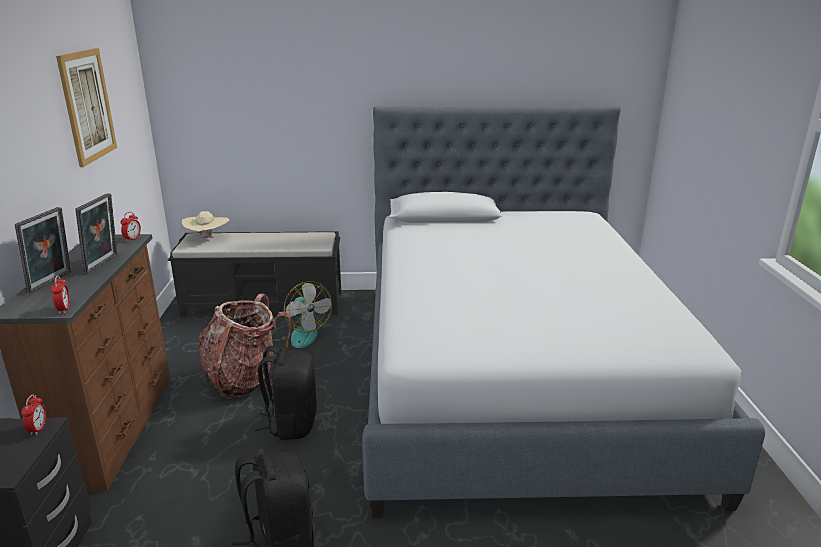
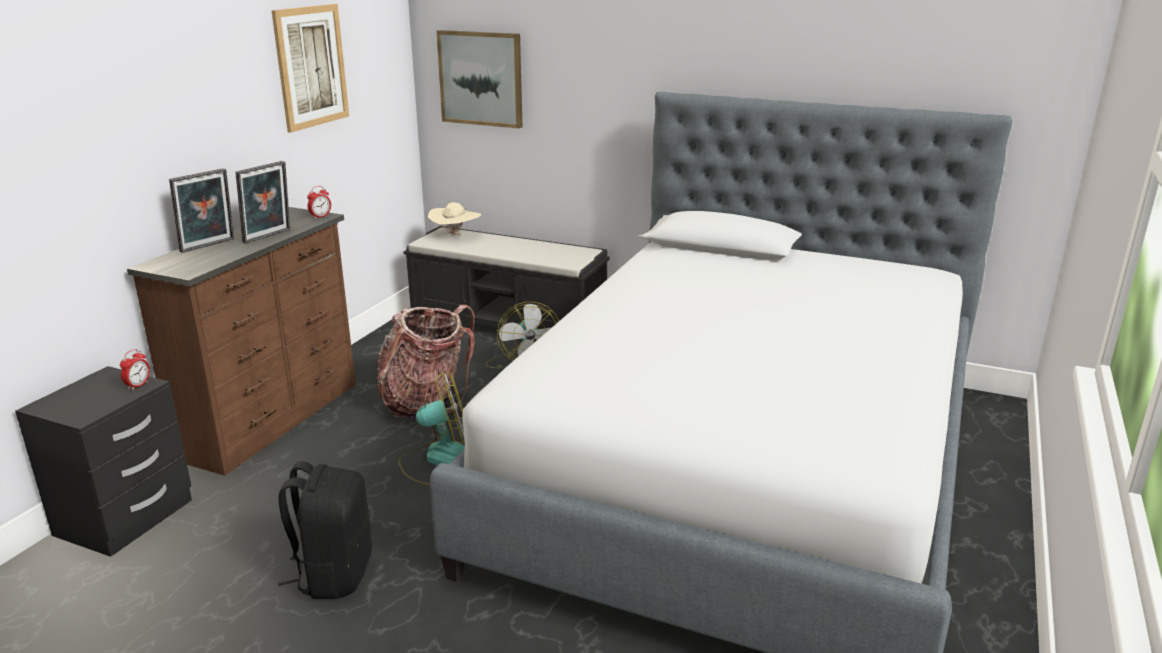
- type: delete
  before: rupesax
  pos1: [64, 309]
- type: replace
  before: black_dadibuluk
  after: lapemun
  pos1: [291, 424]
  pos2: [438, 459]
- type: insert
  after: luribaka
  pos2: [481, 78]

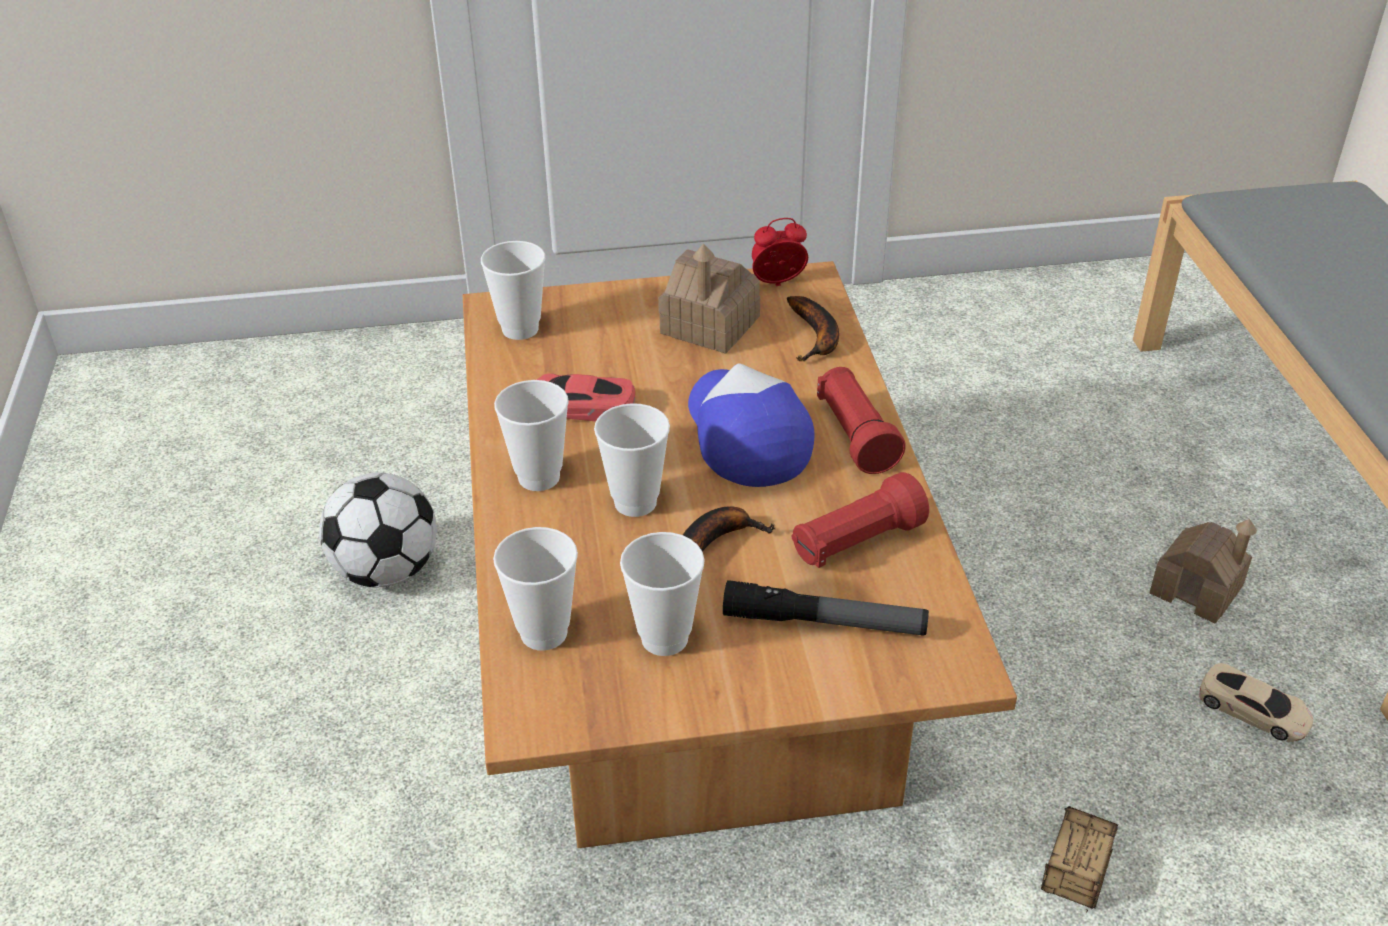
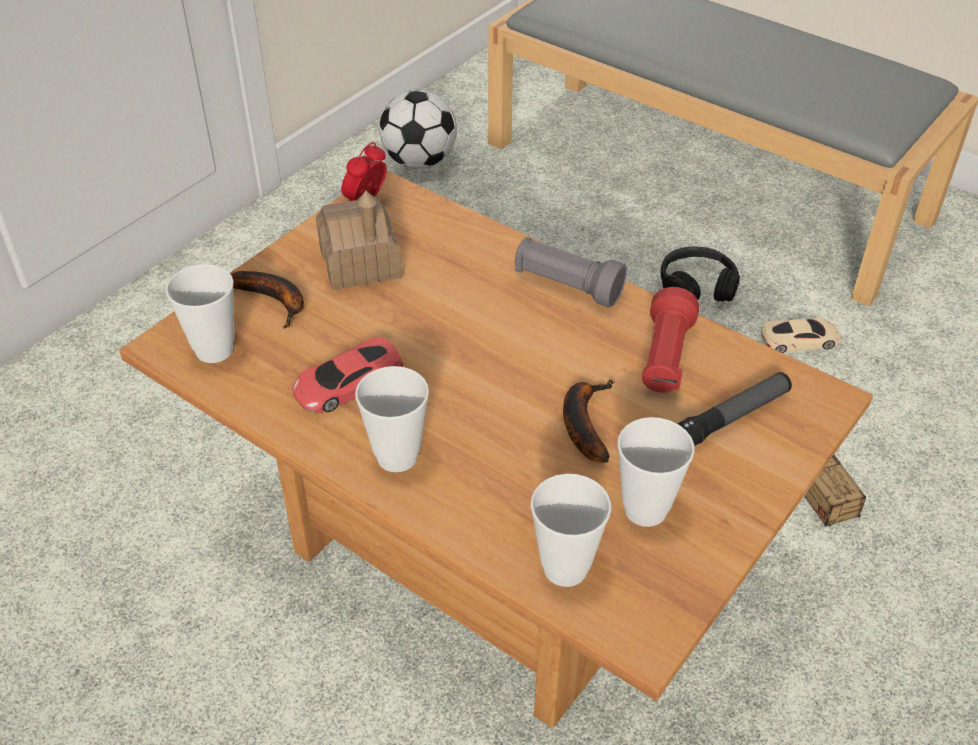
- type: move
  before: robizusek
  pos1: [816, 337]
  pos2: [274, 300]
- type: delete
  before: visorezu
  pos1: [745, 435]
- type: recolor
  before: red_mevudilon
  after: grey_mevudilon
  pos1: [855, 436]
  pos2: [567, 286]
- type: delete
  before: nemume
  pos1: [635, 502]
- type: move
  before: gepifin
  pos1: [386, 571]
  pos2: [419, 162]
- type: replace
  before: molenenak
  after: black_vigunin
  pos1: [1197, 589]
  pos2: [697, 286]

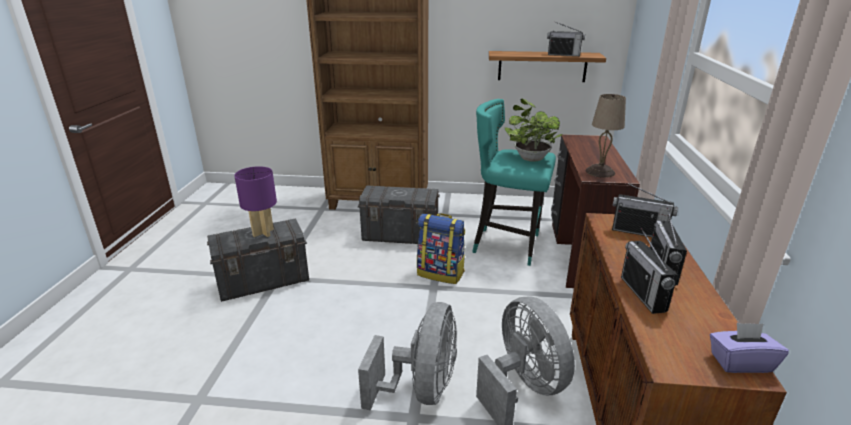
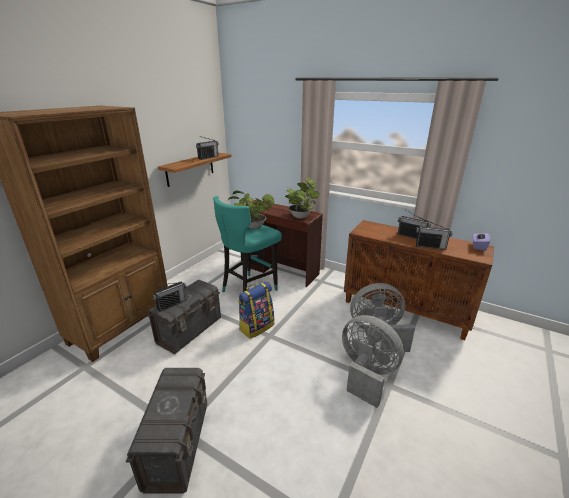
- type: replace
  before: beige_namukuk
  after: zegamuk
  pos1: [599, 171]
  pos2: [301, 216]
- type: delete
  before: purple_namukuk
  pos1: [263, 233]
- type: move
  before: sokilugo
  pos1: [638, 232]
  pos2: [172, 304]

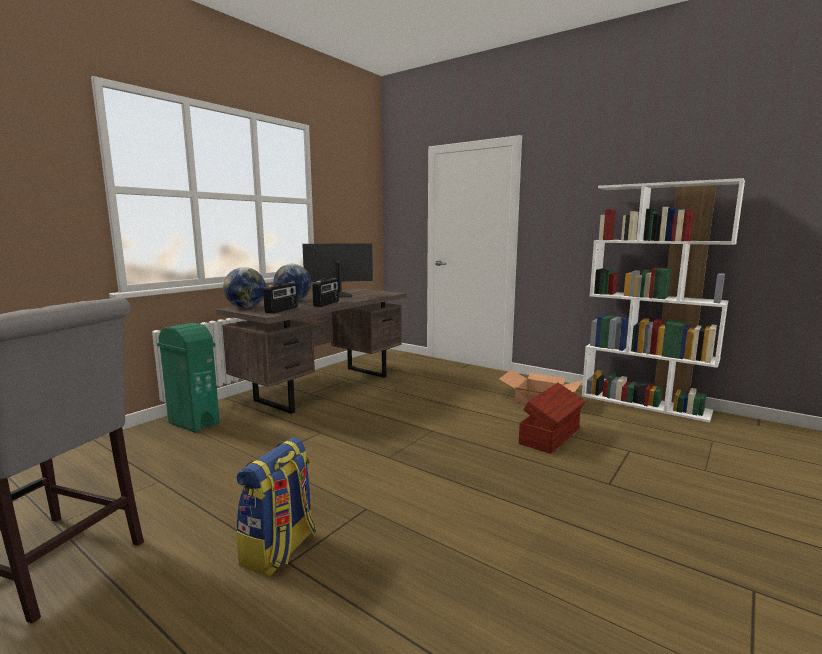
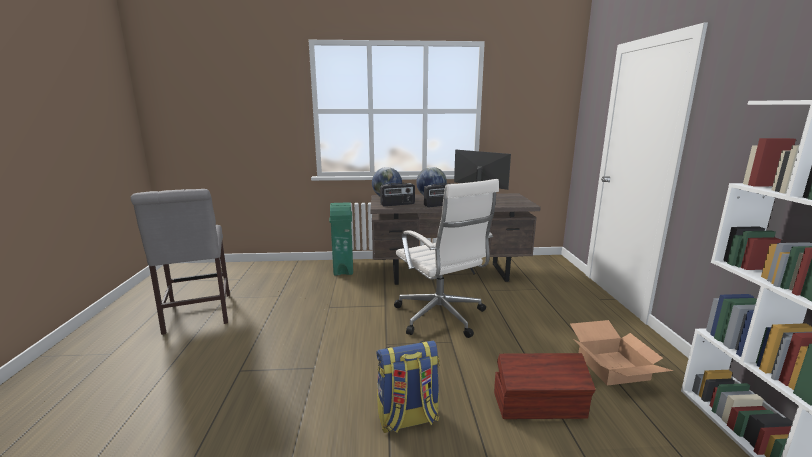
- type: move
  before: dadibuluk
  pos1: [280, 550]
  pos2: [407, 419]
- type: insert
  after: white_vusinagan
  pos2: [441, 317]

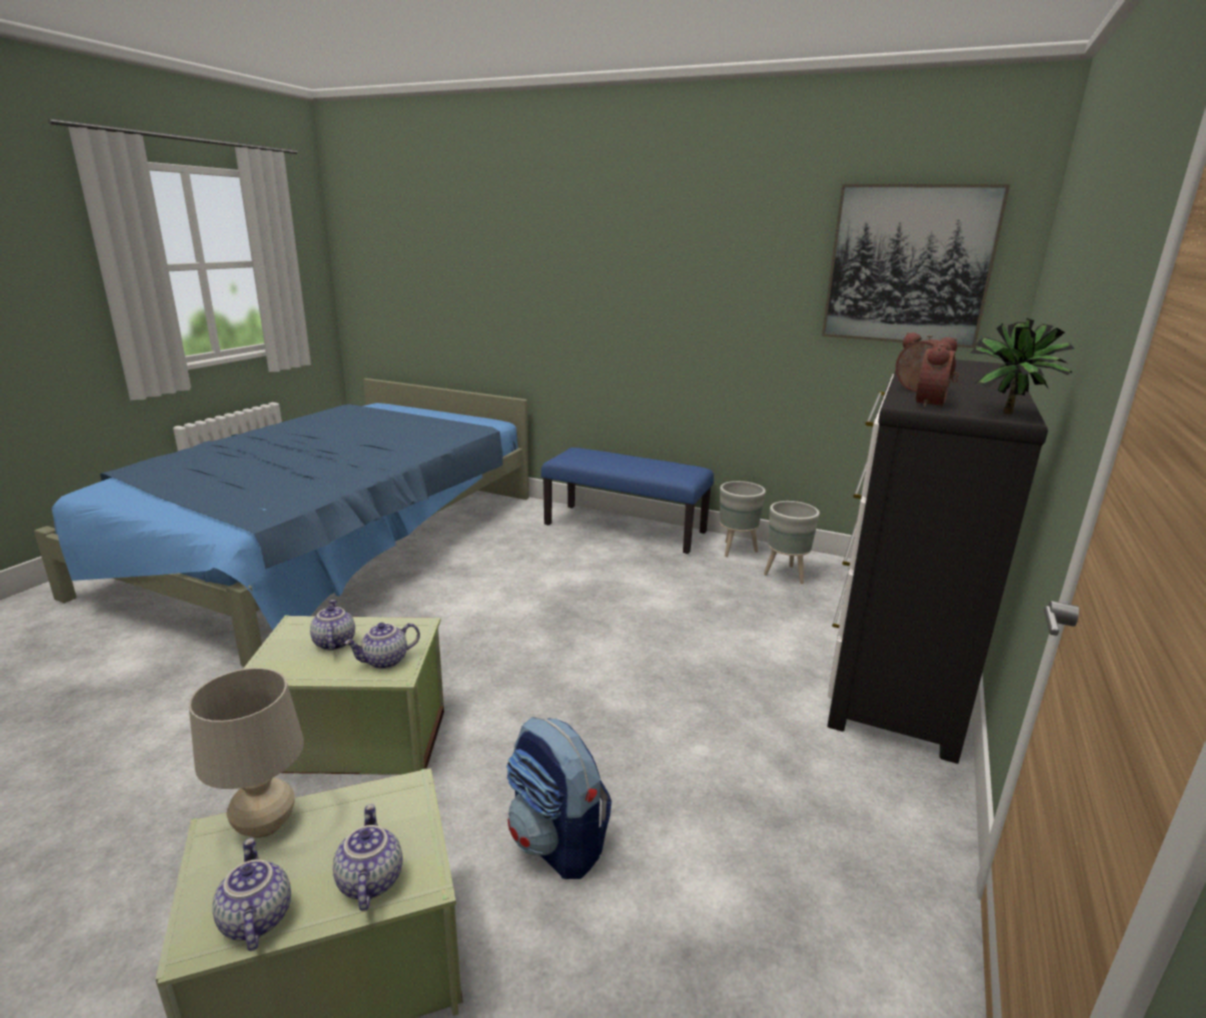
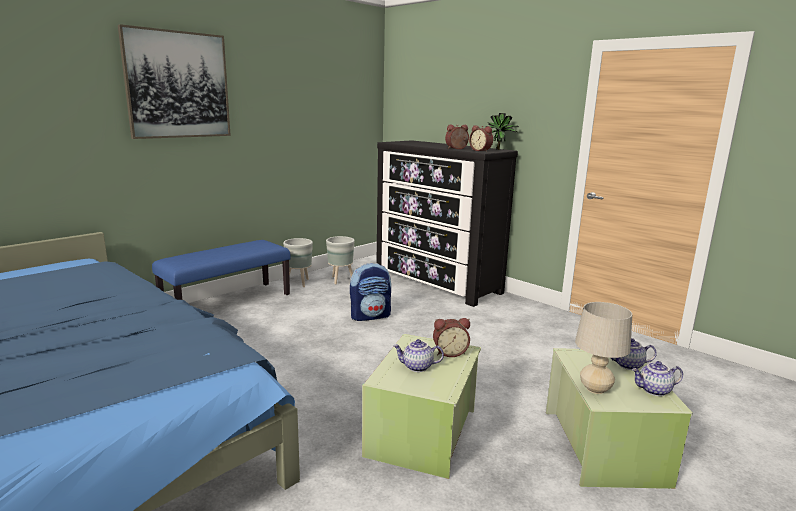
- type: move
  before: luribaka
  pos1: [909, 265]
  pos2: [178, 85]
- type: replace
  before: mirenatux
  after: rupesax
  pos1: [385, 661]
  pos2: [449, 352]
- type: move
  before: dadibuluk
  pos1: [557, 842]
  pos2: [370, 316]

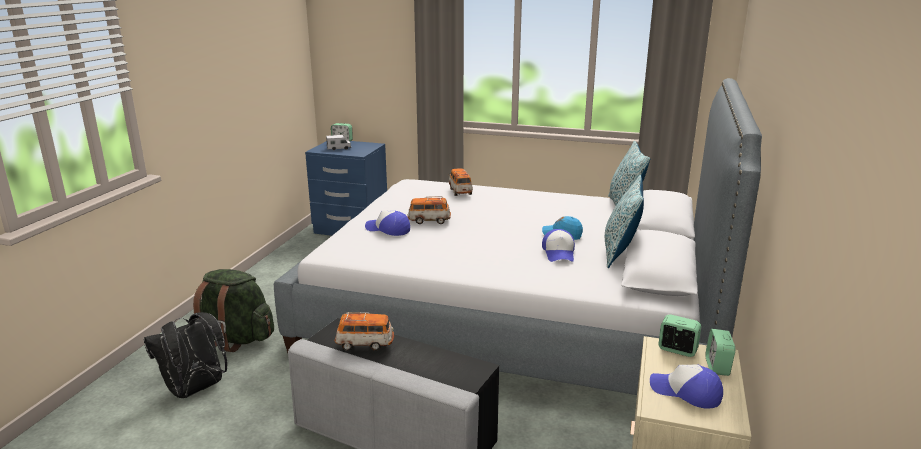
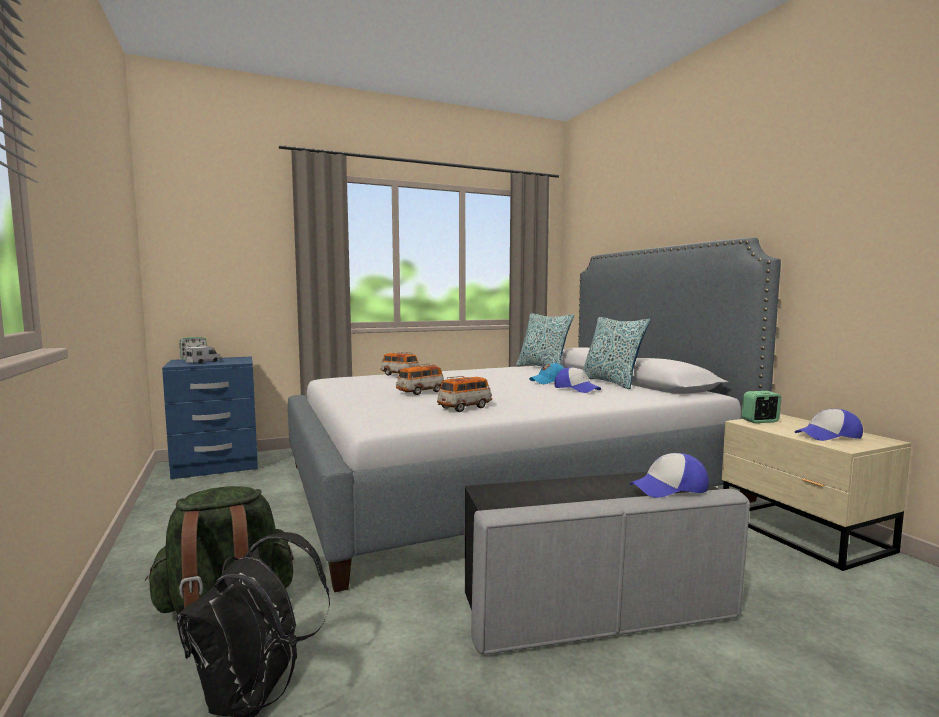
- type: move
  before: visorezu
  pos1: [388, 229]
  pos2: [669, 488]
- type: move
  before: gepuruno
  pos1: [365, 344]
  pos2: [465, 407]
- type: delete
  before: rupesax
  pos1: [717, 367]

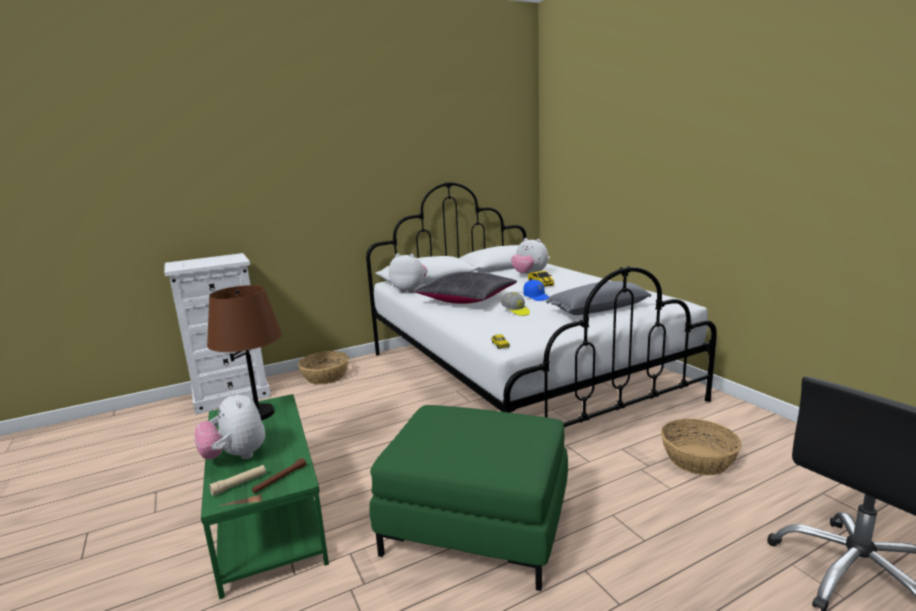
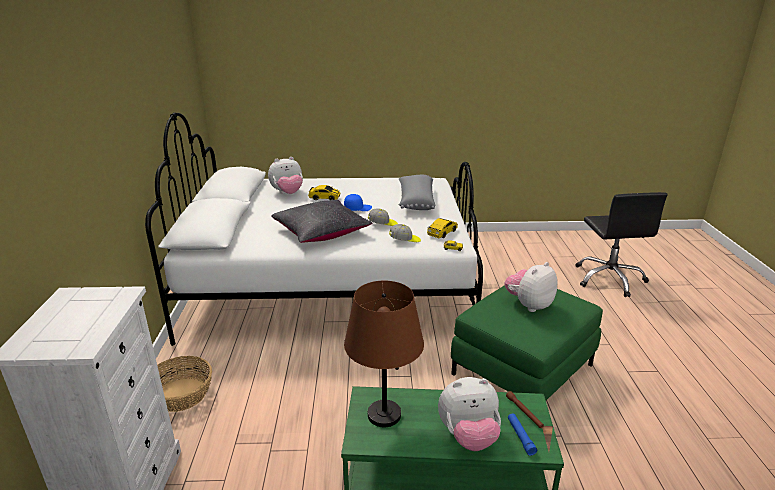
- type: move
  before: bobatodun
  pos1: [410, 290]
  pos2: [529, 305]
- type: delete
  before: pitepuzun
  pos1: [698, 459]
- type: recolor
  before: beige_mevudilon
  after: blue_mevudilon
  pos1: [239, 484]
  pos2: [520, 437]
- type: insert
  after: gepuruno
  pos2: [442, 233]
- type: insert
  after: visorezu
  pos2: [405, 240]

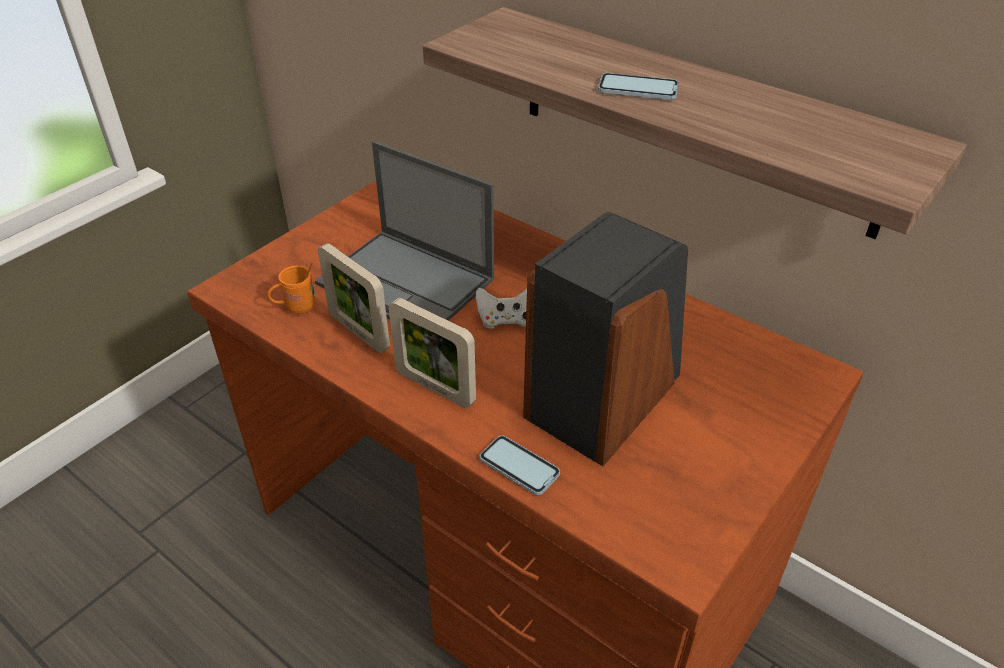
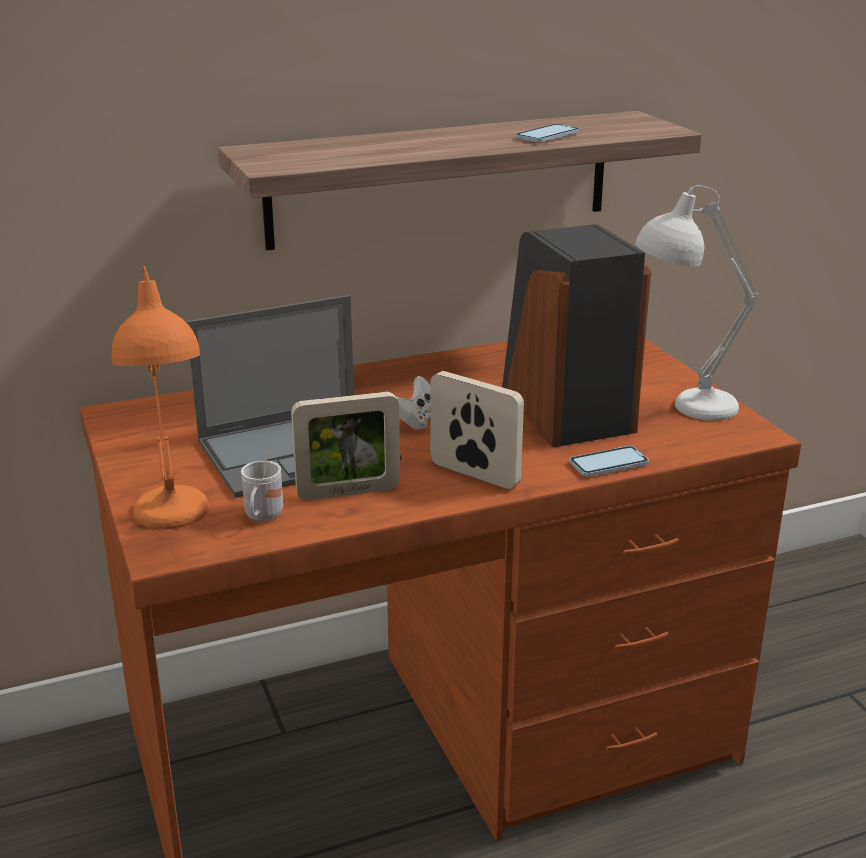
- type: move
  before: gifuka
  pos1: [638, 89]
  pos2: [547, 136]
- type: recolor
  before: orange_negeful
  after: white_negeful
  pos1: [296, 308]
  pos2: [262, 517]
- type: rotate
  before: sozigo
  pos1: [435, 388]
  pos2: [474, 474]
  turn: -120
- type: insert
  after: white_namukuk
  pos2: [679, 407]
- type: insert
  after: orange_namukuk
  pos2: [172, 526]

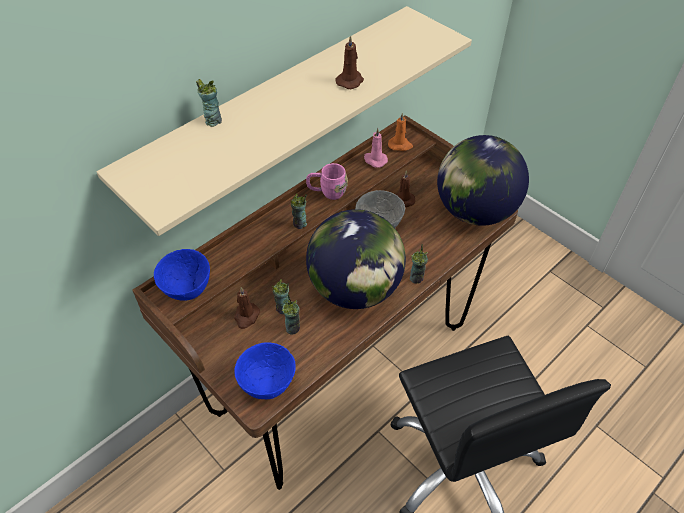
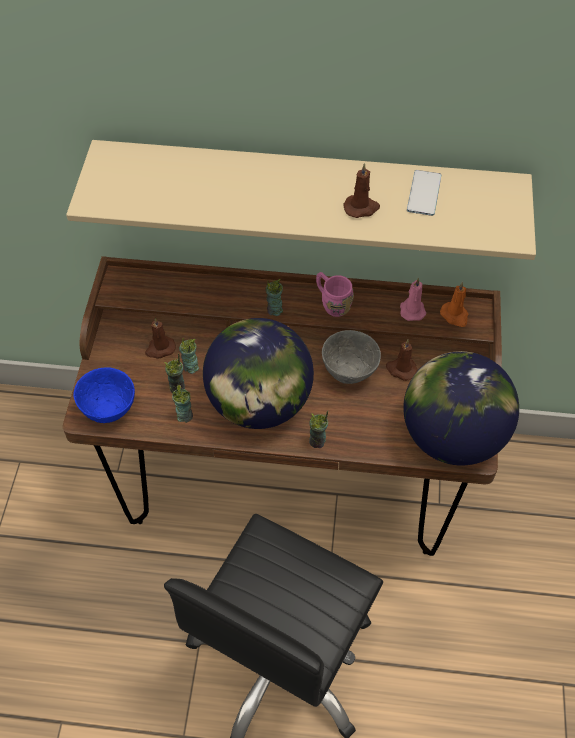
- type: move
  before: nemume
  pos1: [213, 121]
  pos2: [184, 415]
- type: delete
  before: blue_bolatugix
  pos1: [189, 290]
- type: insert
  after: gifuka
  pos2: [424, 193]

